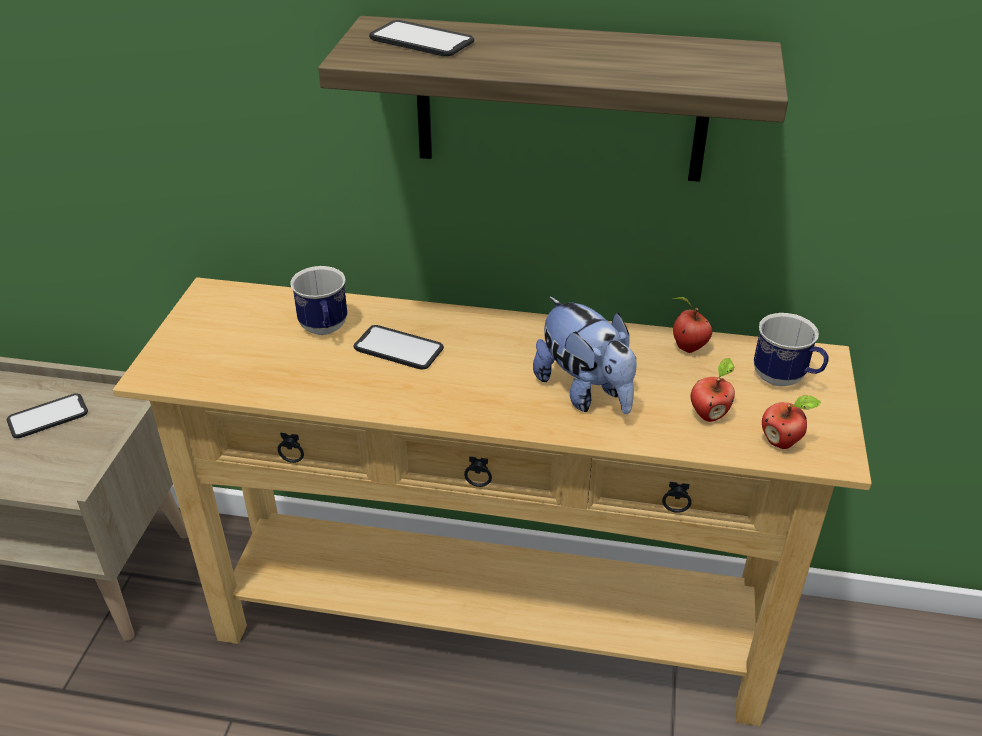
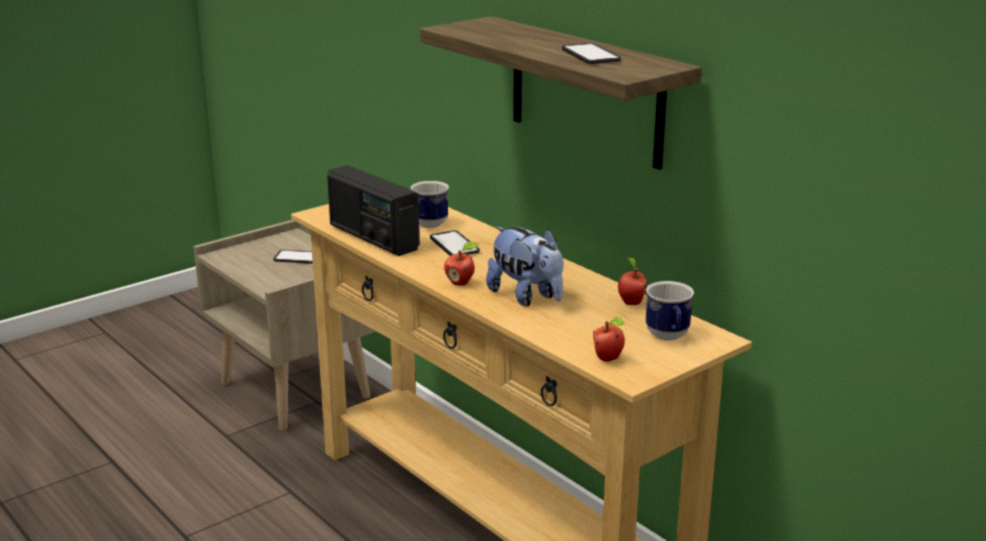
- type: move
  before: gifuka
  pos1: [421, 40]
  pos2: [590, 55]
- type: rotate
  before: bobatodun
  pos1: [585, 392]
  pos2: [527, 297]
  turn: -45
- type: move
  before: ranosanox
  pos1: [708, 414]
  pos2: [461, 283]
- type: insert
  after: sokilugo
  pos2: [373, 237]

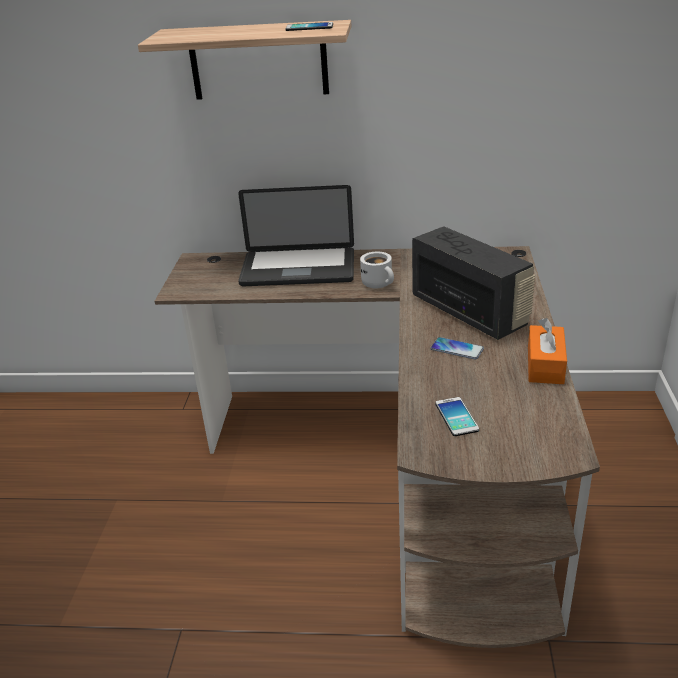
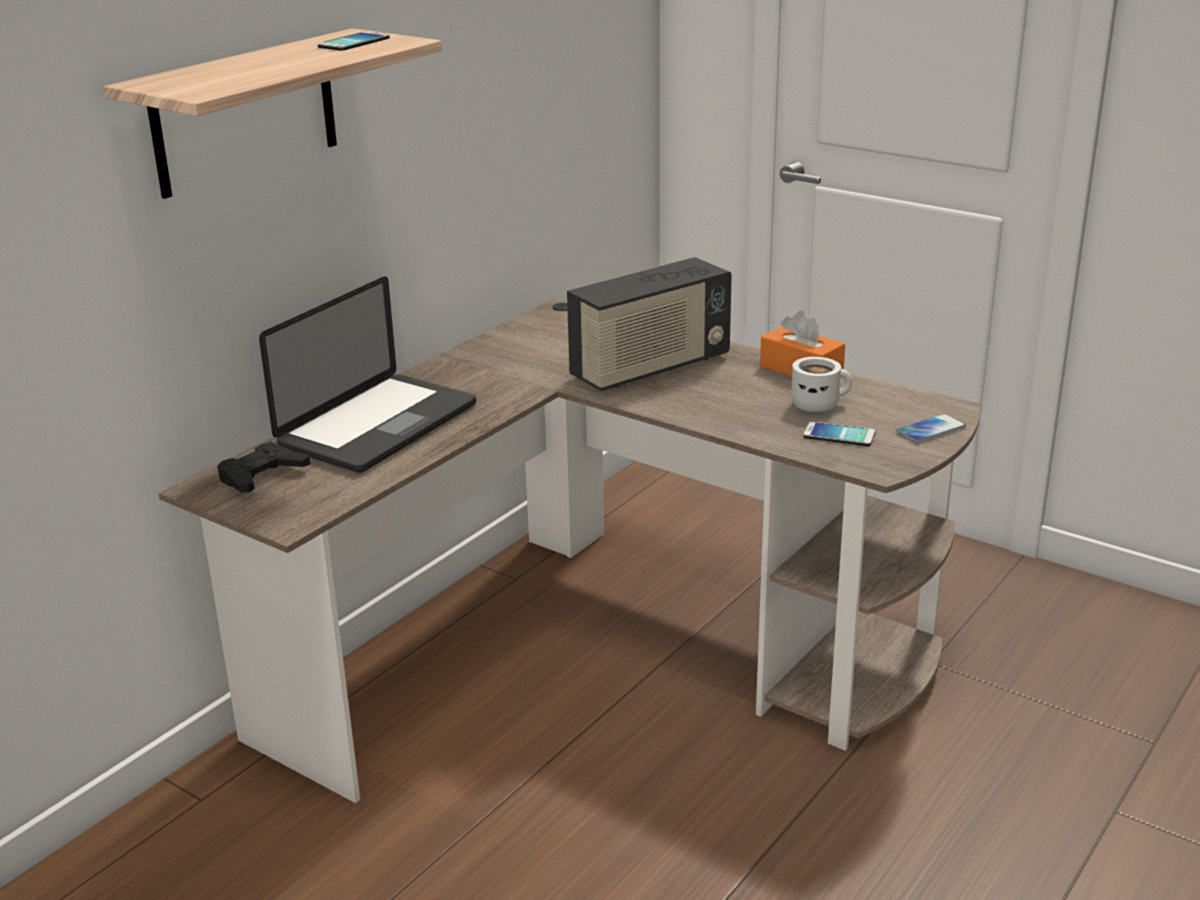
- type: rotate
  before: sokilugo
  pos1: [469, 312]
  pos2: [650, 368]
  turn: 150
- type: move
  before: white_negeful
  pos1: [379, 284]
  pos2: [818, 404]
- type: move
  before: gifuka
  pos1: [457, 349]
  pos2: [931, 430]
- type: insert
  after: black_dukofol
  pos2: [262, 475]

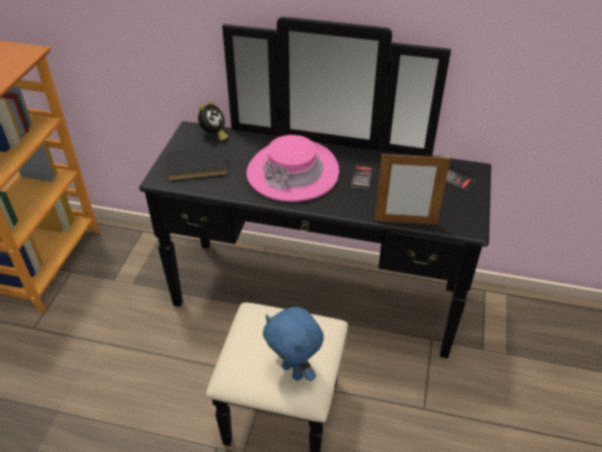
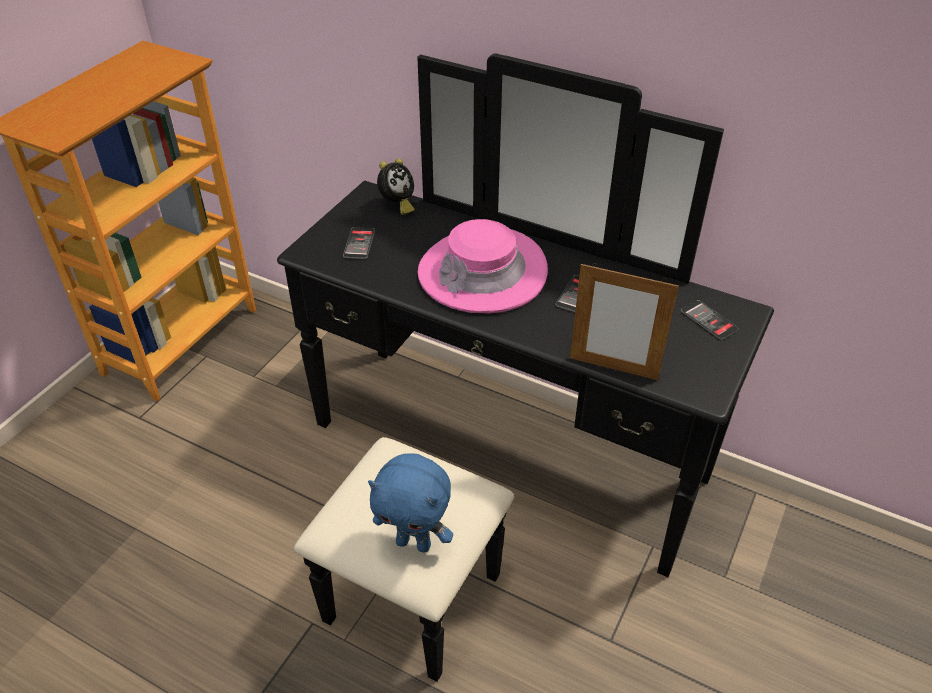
- type: replace
  before: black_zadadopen
  after: gifuka
  pos1: [197, 167]
  pos2: [359, 243]
- type: rotate
  before: blue_bobatodun
  pos1: [294, 371]
  pos2: [414, 542]
  turn: -45

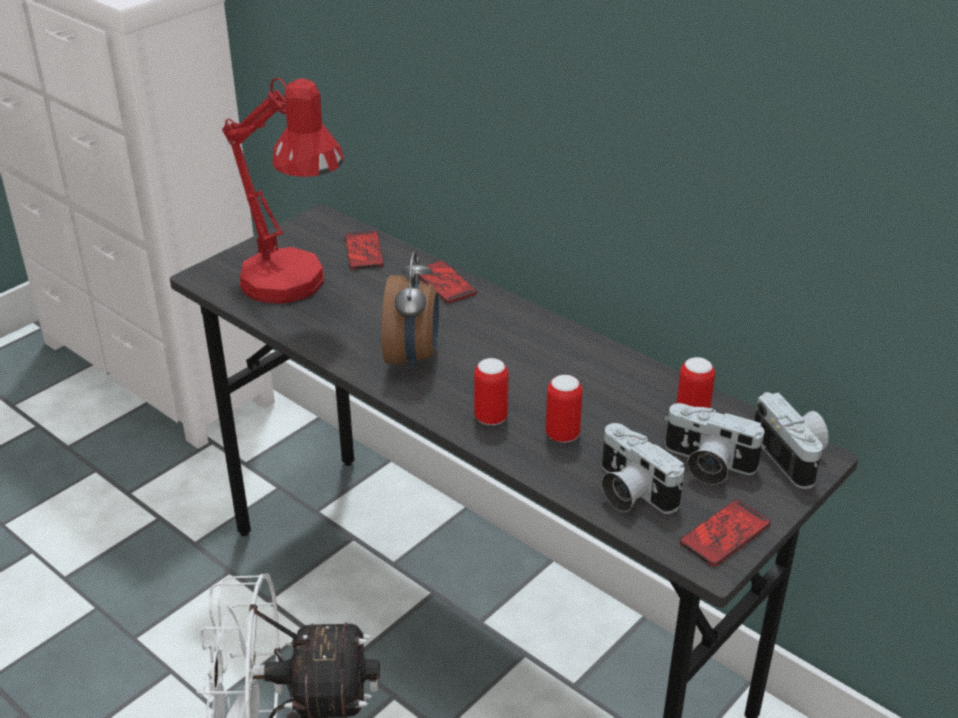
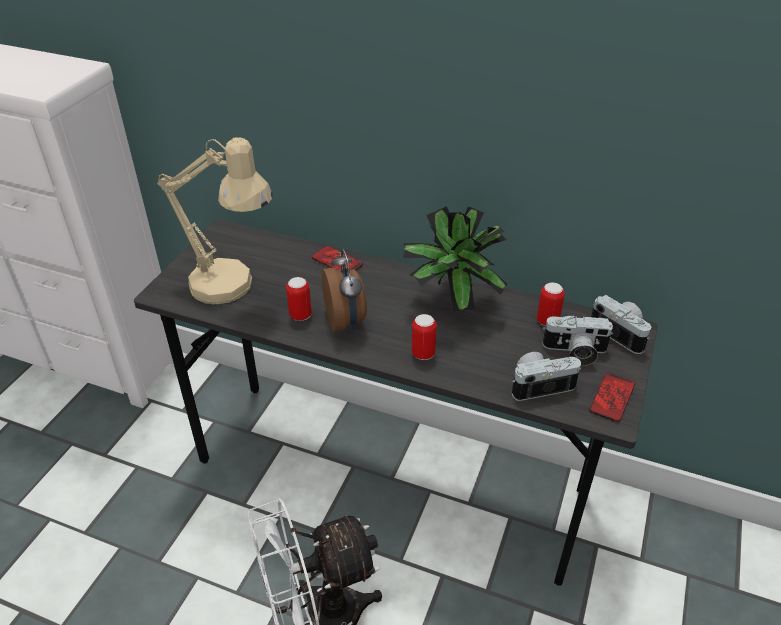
- type: recolor
  before: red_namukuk
  after: beige_namukuk
  pos1: [294, 288]
  pos2: [232, 288]
- type: delete
  before: gifuka
  pos1: [364, 251]
- type: move
  before: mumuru
  pos1: [562, 435]
  pos2: [300, 315]
- type: rotate
  before: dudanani
  pos1: [630, 492]
  pos2: [540, 384]
  turn: 135
- type: insert
  after: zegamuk
  pos2: [450, 304]

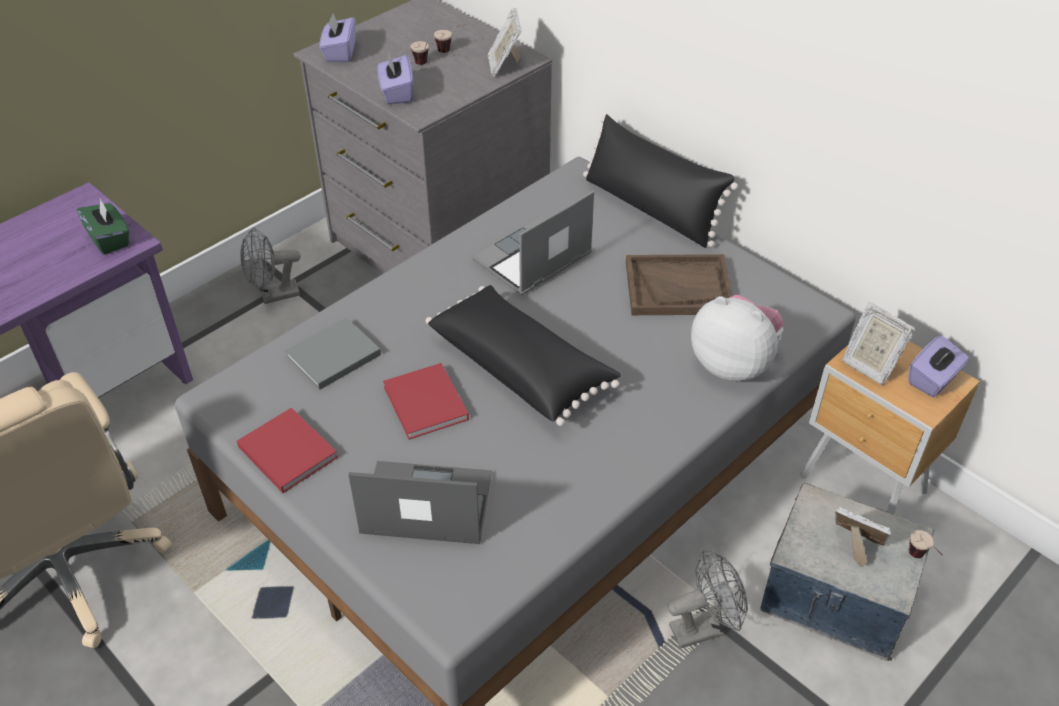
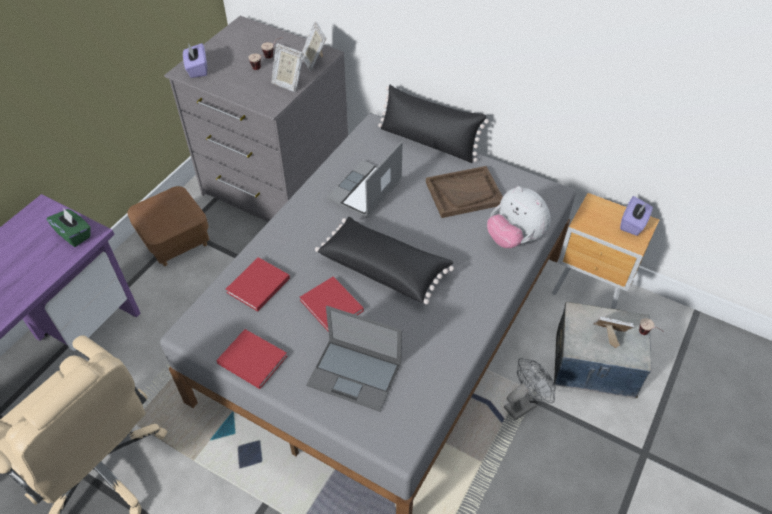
- type: delete
  before: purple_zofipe
  pos1: [396, 93]
- type: replace
  before: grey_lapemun
  after: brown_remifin
  pos1: [274, 296]
  pos2: [175, 241]
- type: rotate
  before: bobatodun
  pos1: [733, 364]
  pos2: [514, 238]
  turn: -150
- type: move
  before: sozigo
  pos1: [869, 365]
  pos2: [288, 83]
- type: recolor
  before: grey_zadadopen
  after: red_zadadopen
  pos1: [331, 357]
  pos2: [257, 286]
- type: rotate
  before: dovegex
  pos1: [425, 503]
  pos2: [355, 374]
  turn: -150

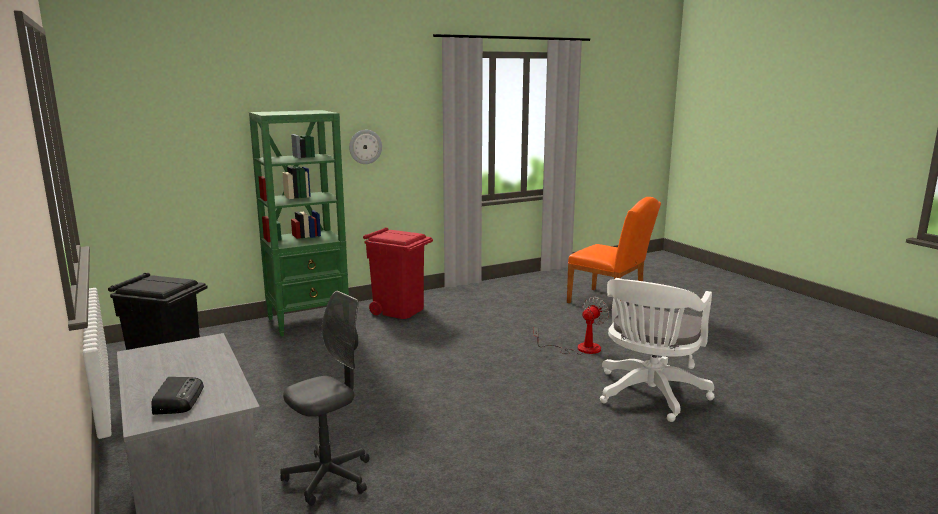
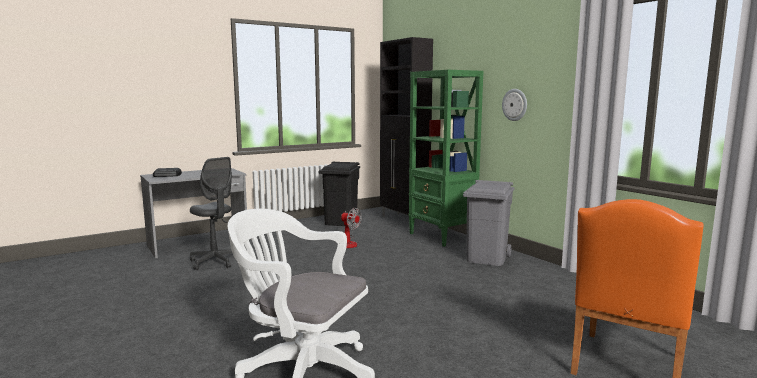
- type: recolor
  before: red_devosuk
  after: grey_devosuk
  pos1: [399, 310]
  pos2: [487, 258]
- type: move
  before: lapemun
  pos1: [579, 349]
  pos2: [348, 243]
- type: insert
  after: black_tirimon
  pos2: [404, 220]

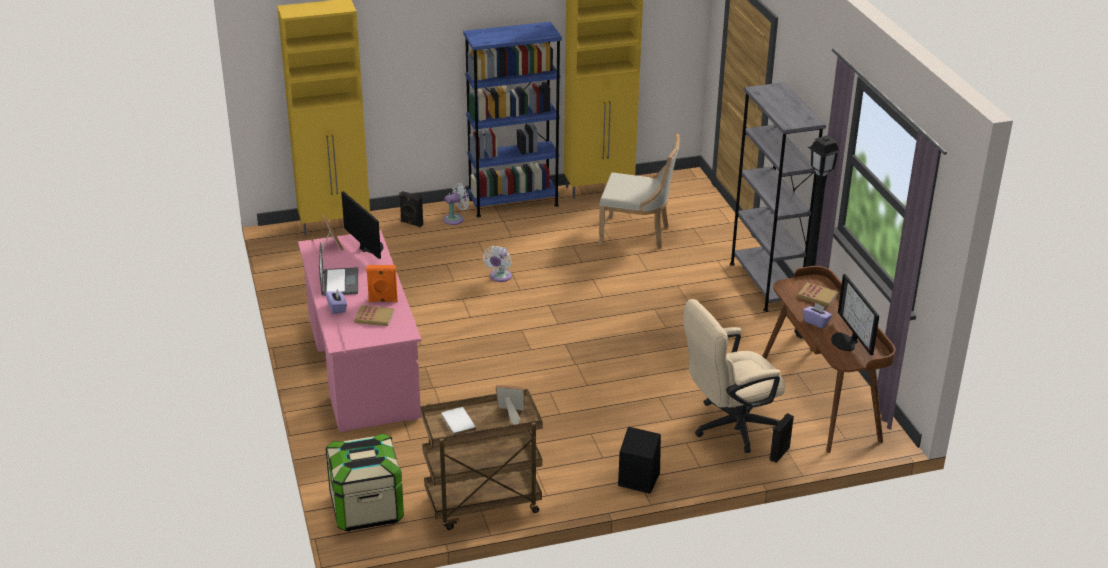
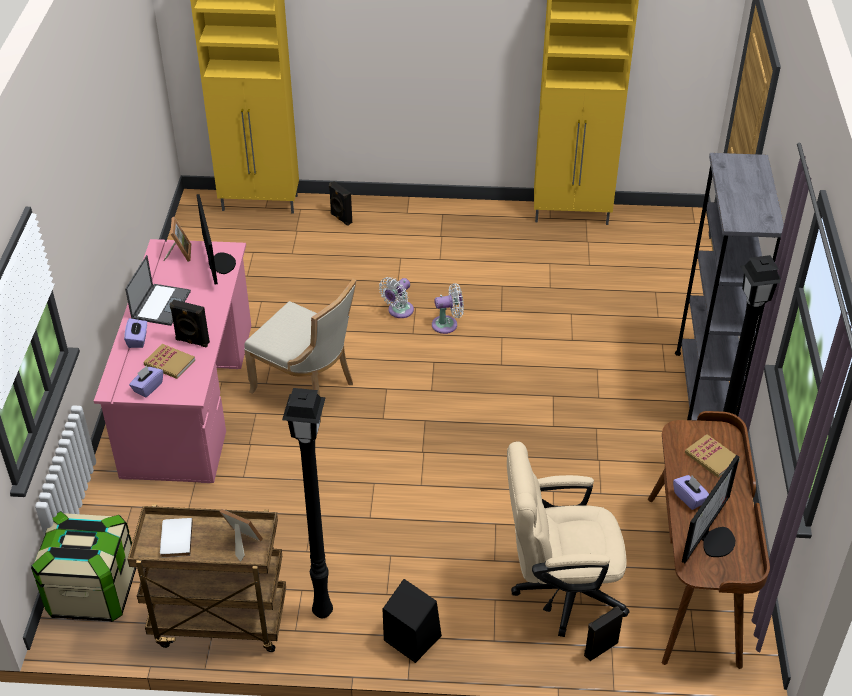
- type: delete
  before: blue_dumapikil
  pos1: [513, 202]
- type: move
  before: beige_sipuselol
  pos1: [637, 234]
  pos2: [307, 387]
- type: move
  before: white_lapemun
  pos1: [455, 219]
  pos2: [447, 324]
- type: recolor
  before: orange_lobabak
  after: black_lobabak
  pos1: [383, 301]
  pos2: [192, 342]
- type: rotate
  before: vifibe
  pos1: [847, 342]
  pos2: [714, 540]
  turn: -150
- type: insert
  after: purple_zofipe
  pos2: [148, 387]
- type: insert
  after: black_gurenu
  pos2: [321, 612]

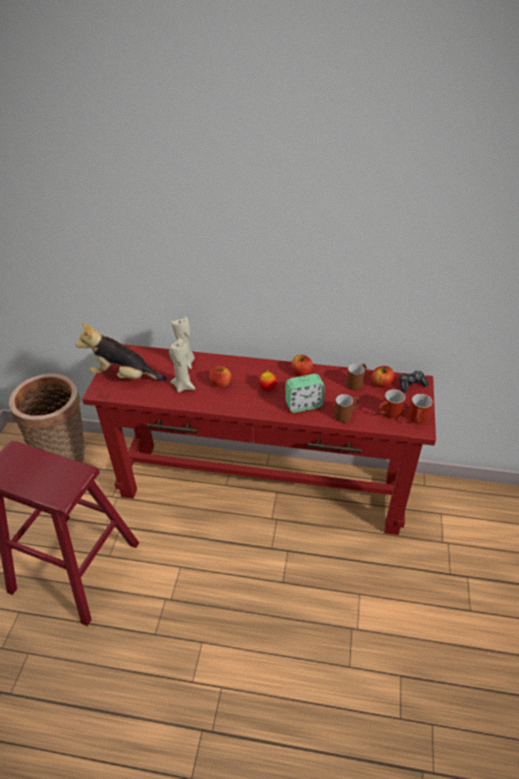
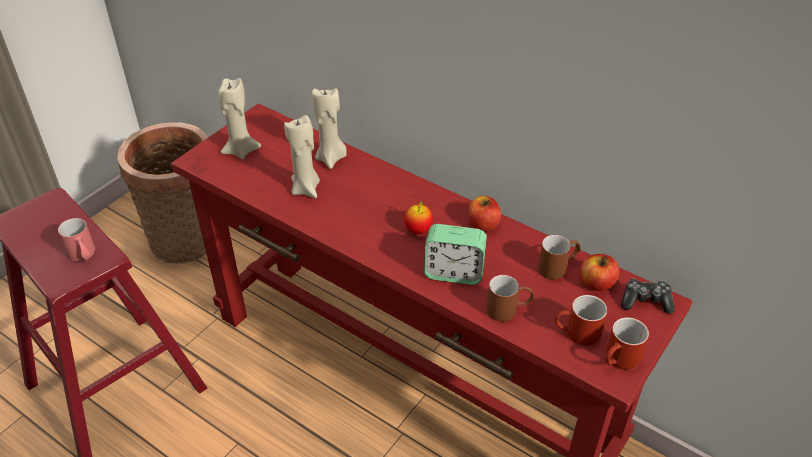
- type: replace
  before: bobatodun
  after: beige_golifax
  pos1: [124, 376]
  pos2: [241, 150]
- type: delete
  before: ranosanox
  pos1: [220, 383]
- type: insert
  after: red_negeful
  pos2: [84, 256]

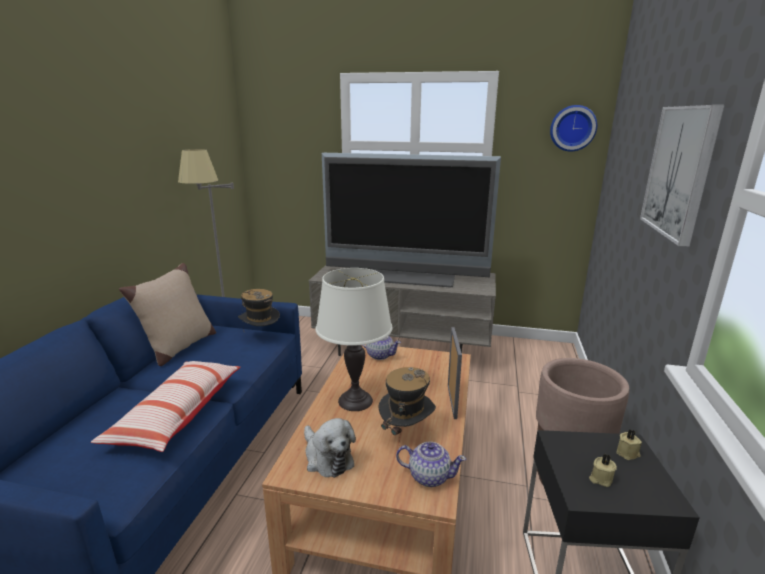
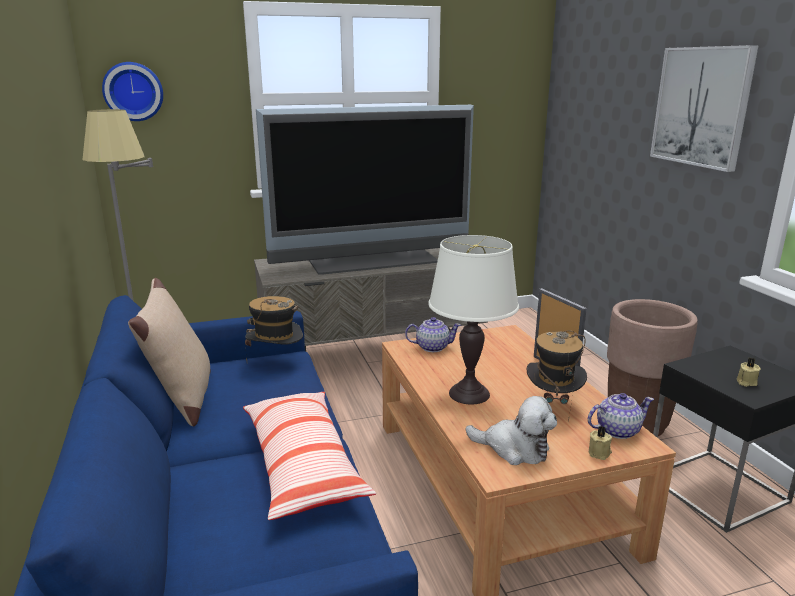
- type: move
  before: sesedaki
  pos1: [572, 128]
  pos2: [133, 91]
- type: move
  before: beige_golifax
  pos1: [628, 453]
  pos2: [600, 453]

